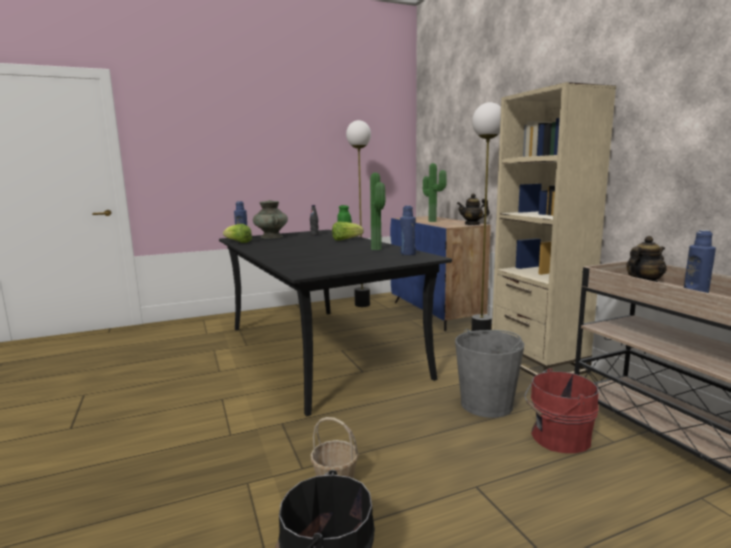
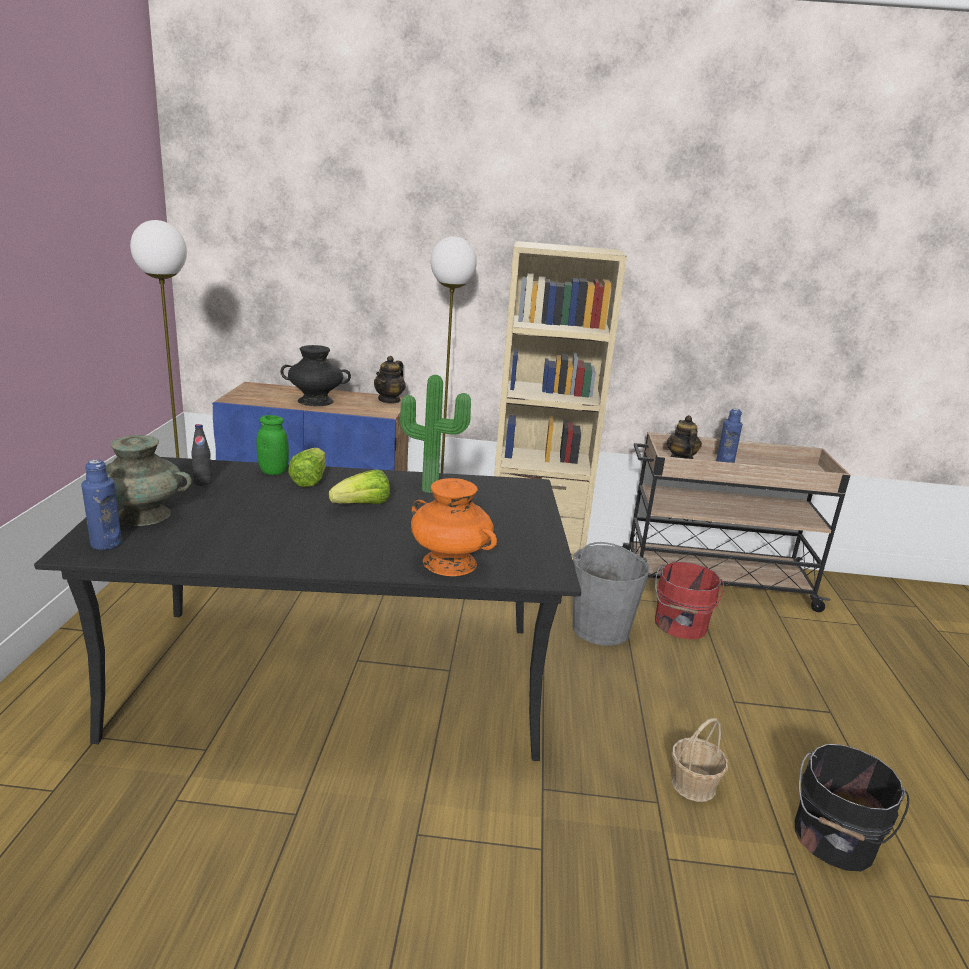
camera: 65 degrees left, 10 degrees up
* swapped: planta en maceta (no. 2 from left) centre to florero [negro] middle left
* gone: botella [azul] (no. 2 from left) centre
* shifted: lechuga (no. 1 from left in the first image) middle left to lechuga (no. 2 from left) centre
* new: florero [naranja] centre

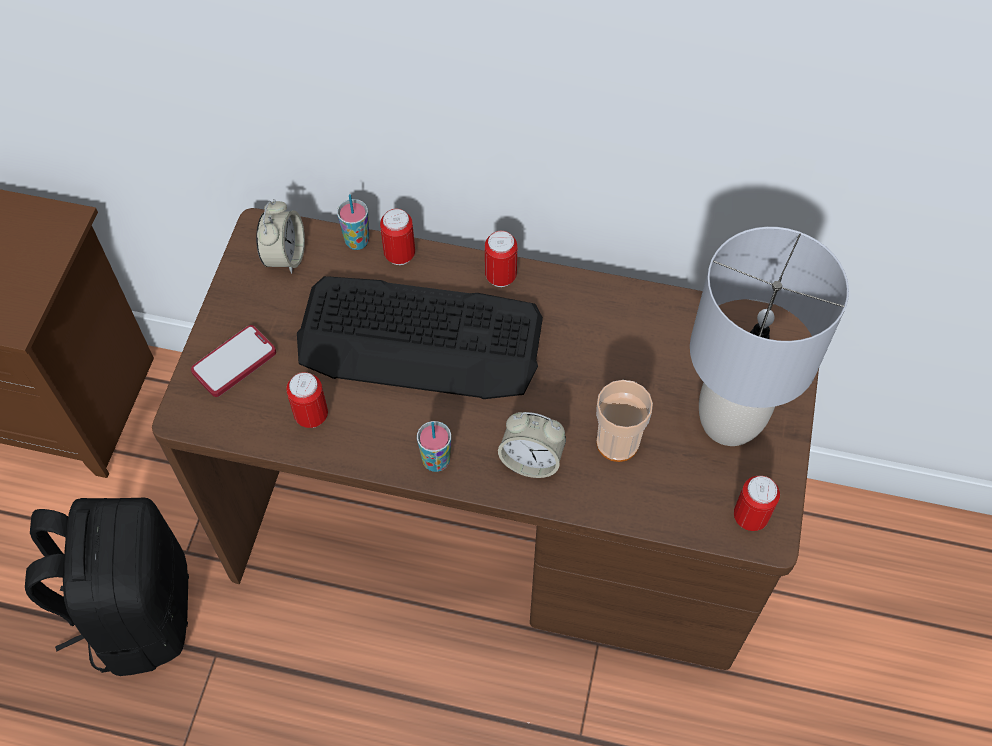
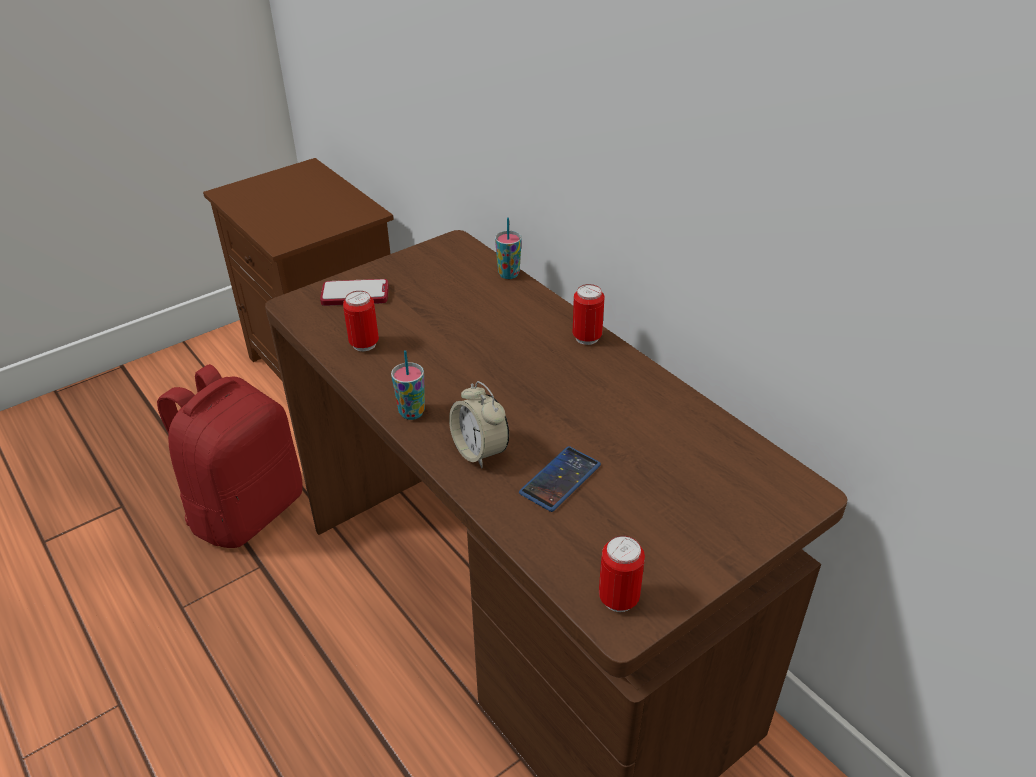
camera: 40 degrees right, 20 degrees down
* gone: despertador (no. 1 from left) top left
* gone: lata (no. 2 from left) top centre
* gone: lámpara de mesa [gris] middle right
* gone: teclado centre
* swapped: taza (no. 3 from left) centre to móvil (no. 2 from left) centre
* repainted: mochila [negro] bottom left to mochila [rojo] middle left

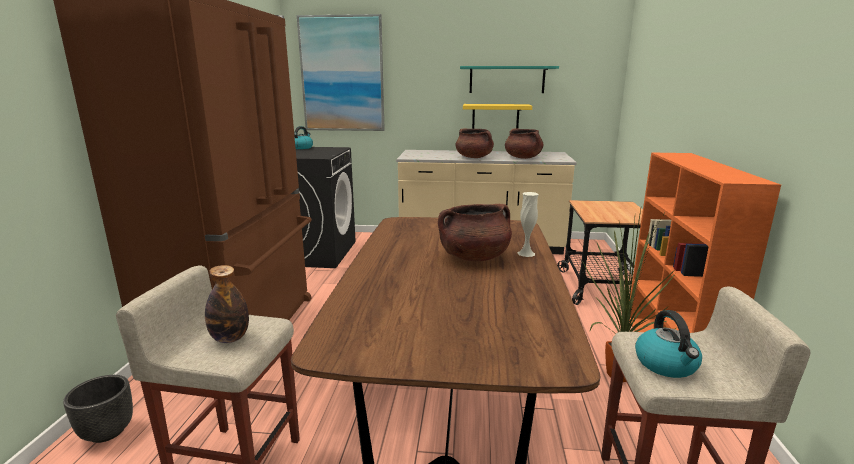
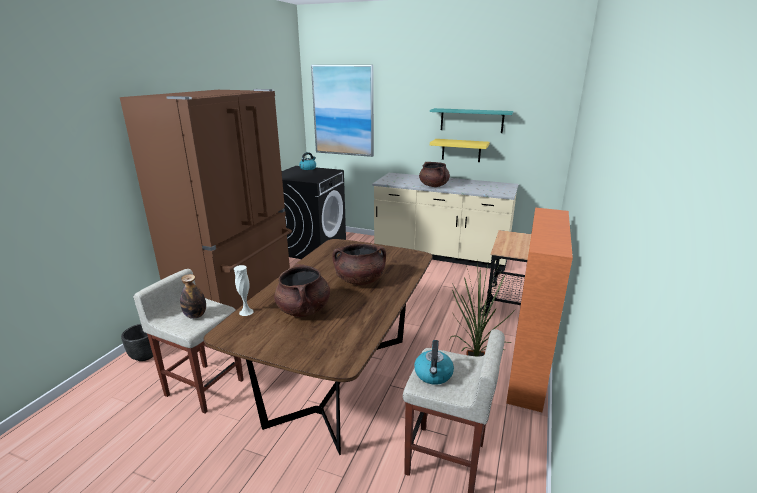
camera: 15 degrees right, 5 degrees up
* shifted: olla [marrón] (no. 3 from left in the first image) top centre to olla [marrón] (no. 1 from left) centre
* shifted: florero [blanco] centre to middle left

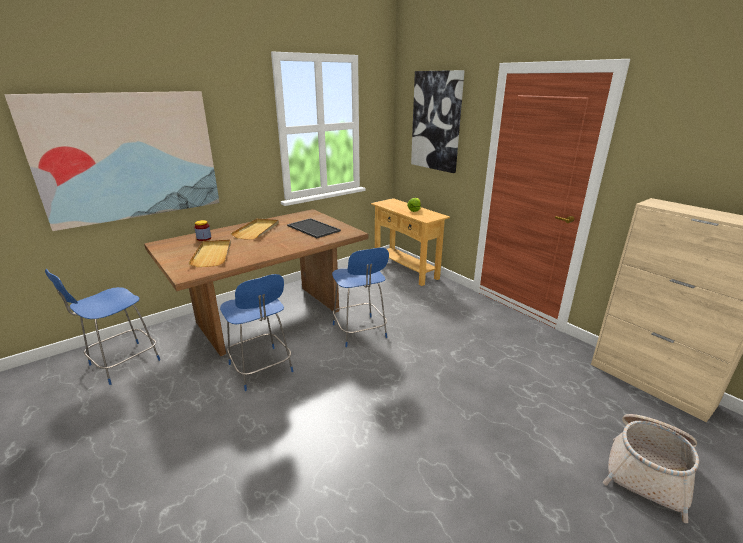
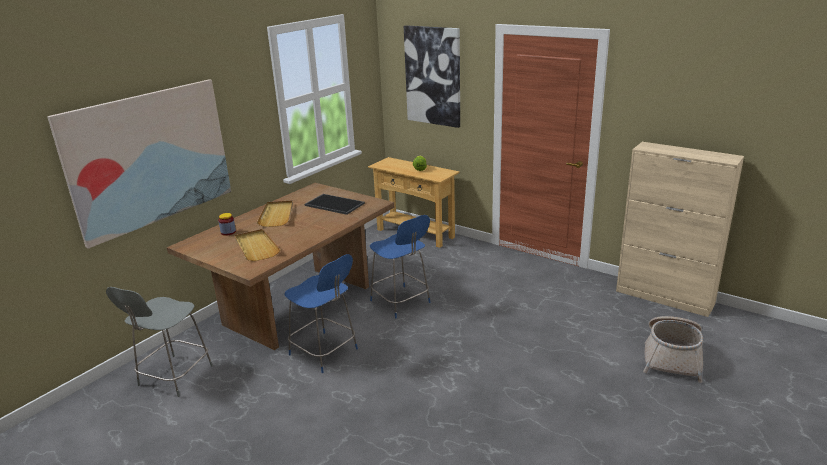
camera: 15 degrees left, 0 degrees up
* repainted: silla [azul] (no. 1 from left) middle left to silla [gris] bottom left

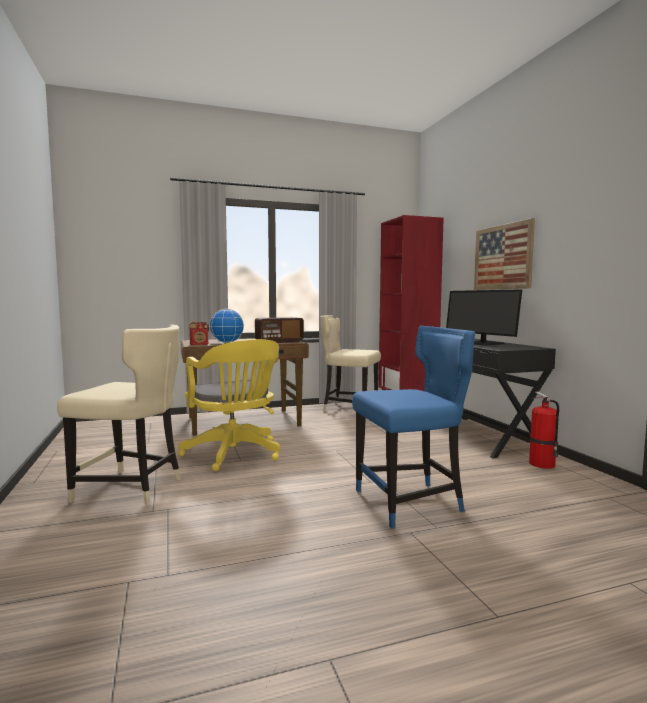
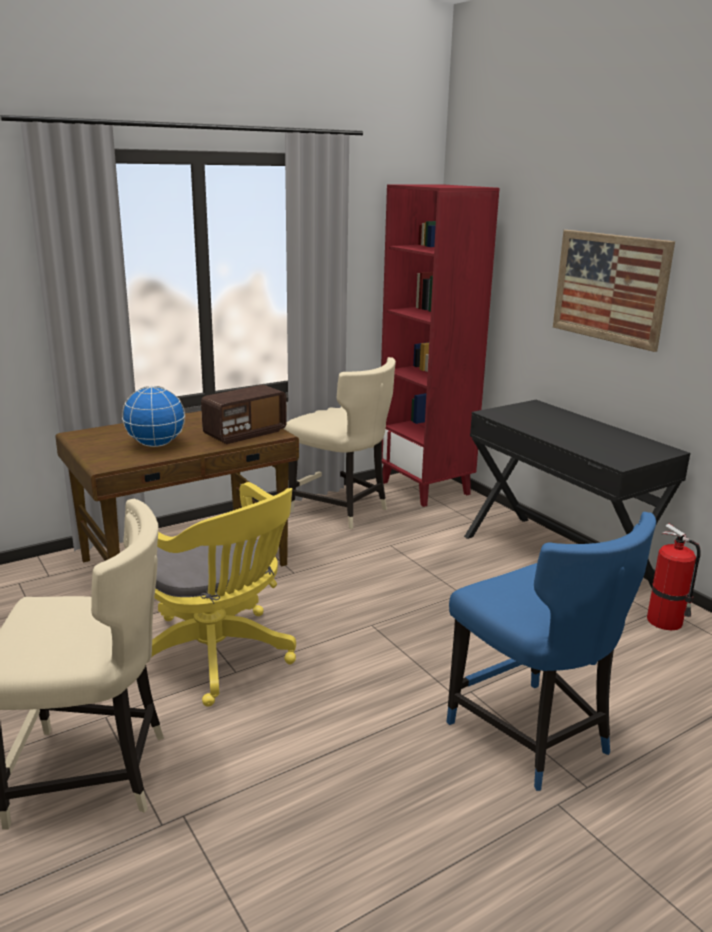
camera: 15 degrees left, 15 degrees up
* gone: monitor middle right
* rotated: silla [beis] (no. 2 from left) centre = centre 150 degrees counterclockwise
* gone: radio (no. 1 from left) middle left
* rotated: silla [azul] centre = bottom right 90 degrees clockwise

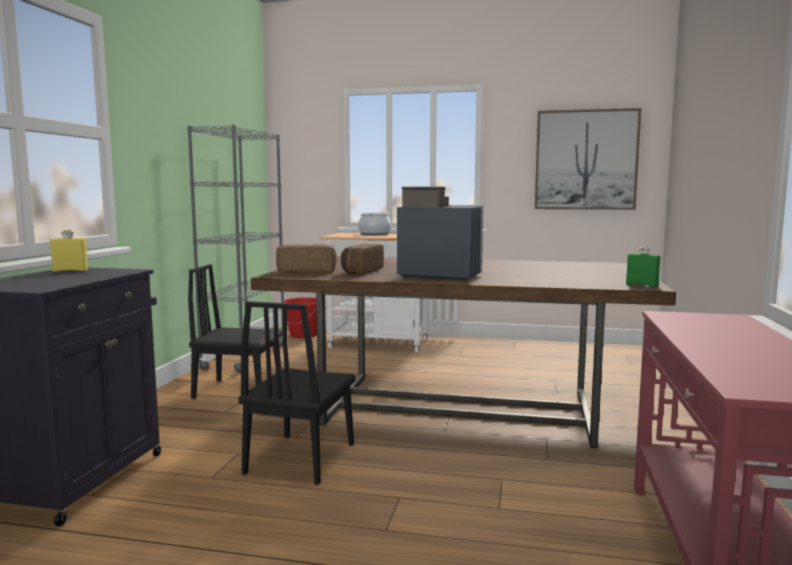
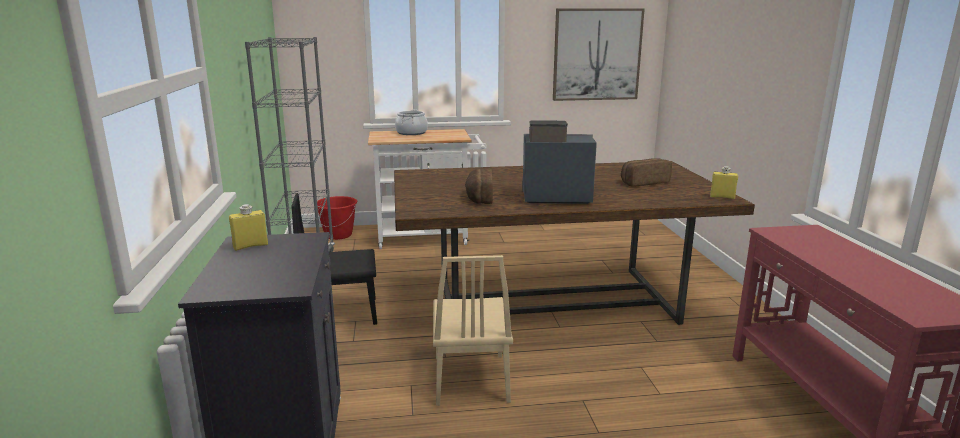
camera: 20 degrees left, 10 degrees up
* shifted: pan (no. 1 from left in the first image) centre to pan (no. 2 from left) middle right
* repainted: botella [verde] middle right to botella [amarillo] (no. 2 from left) middle right
* repainted: silla [negro] (no. 2 from left) bottom centre to silla [beis] bottom centre

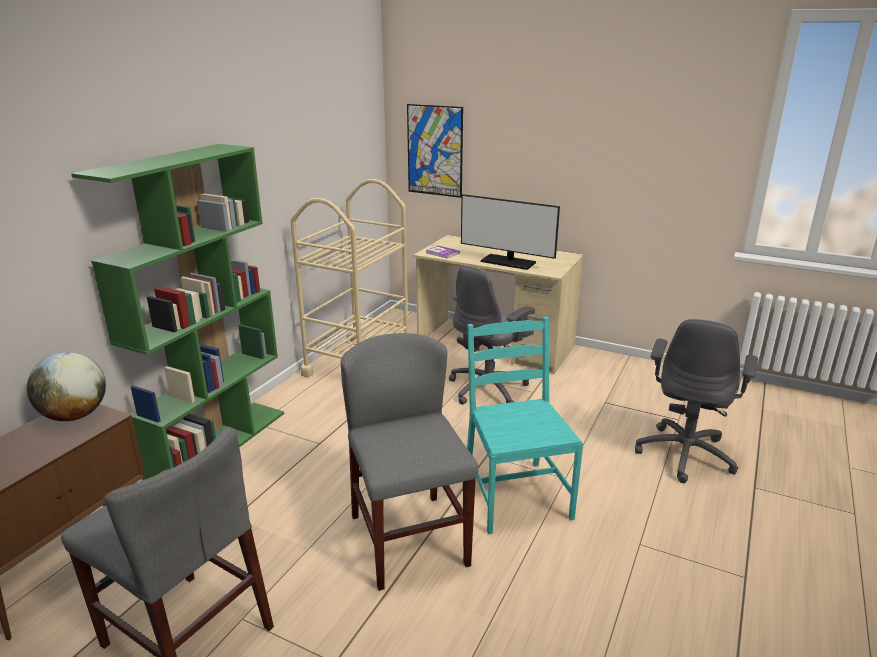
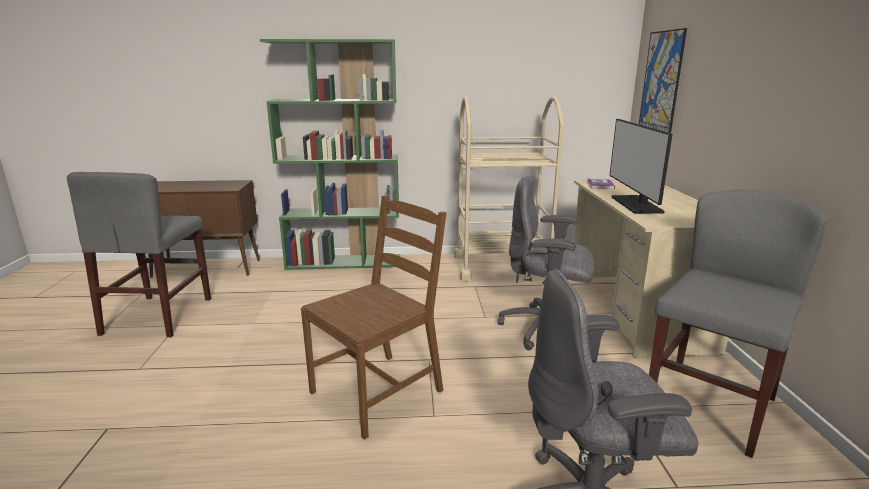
camera: 60 degrees right, 5 degrees down
* repainted: silla [turquesa] centre to silla [marrón] centre
* shifted: silla [gris] (no. 2 from left) bottom centre to middle right
* gone: globo terráqueo middle left

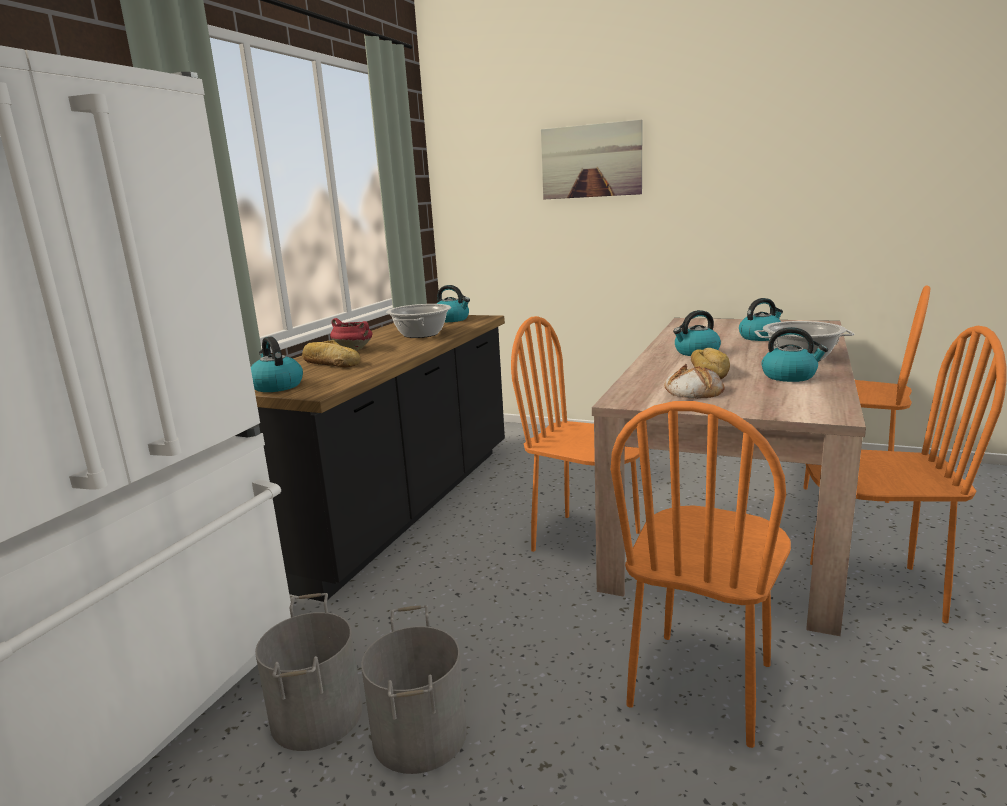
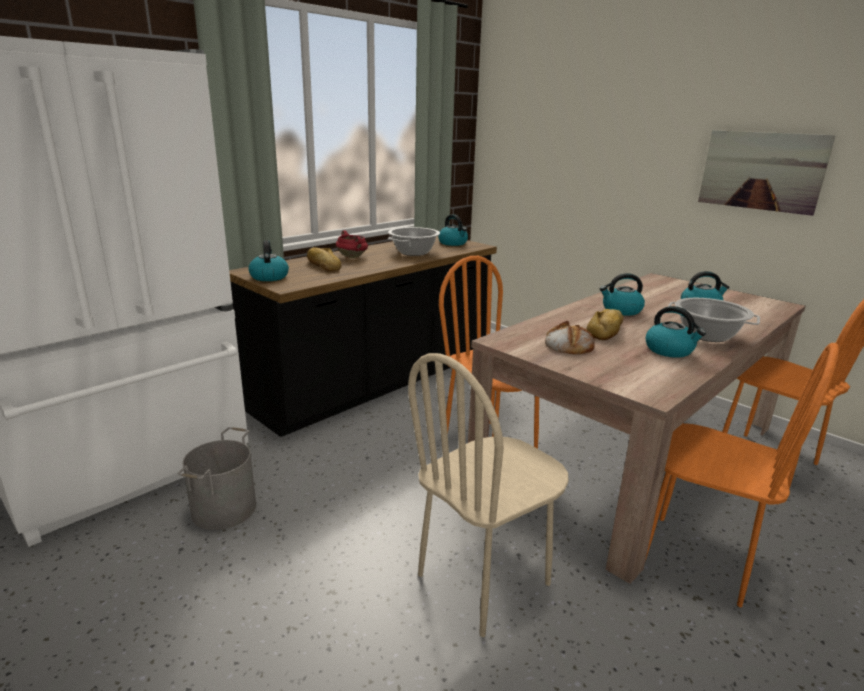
camera: 20 degrees right, 5 degrees up
* shifted: cuadro top centre to top right
* repainted: silla [naranja] (no. 2 from left) bottom right to silla [beis] bottom centre
* gone: cubo [gris] (no. 2 from left) bottom centre

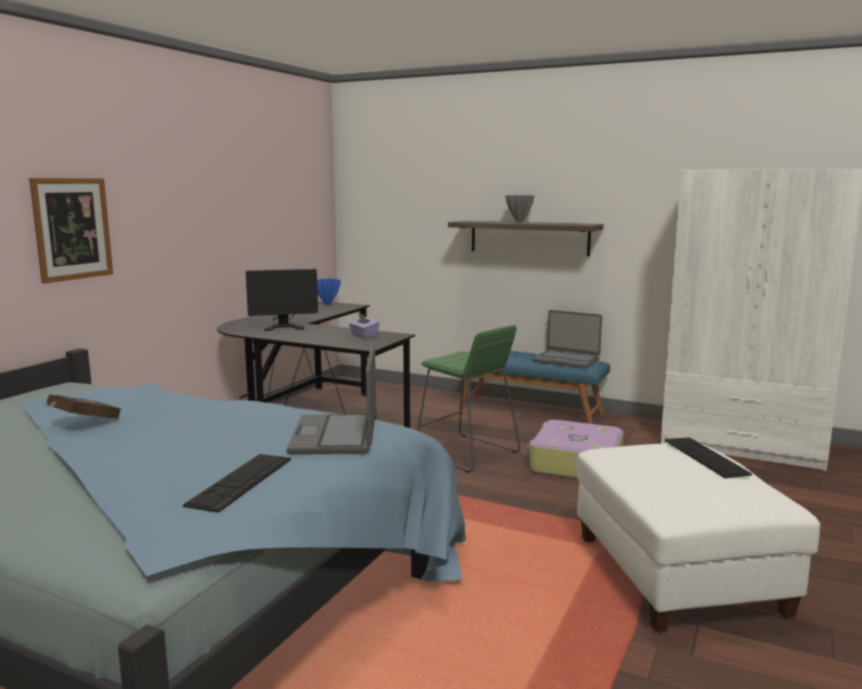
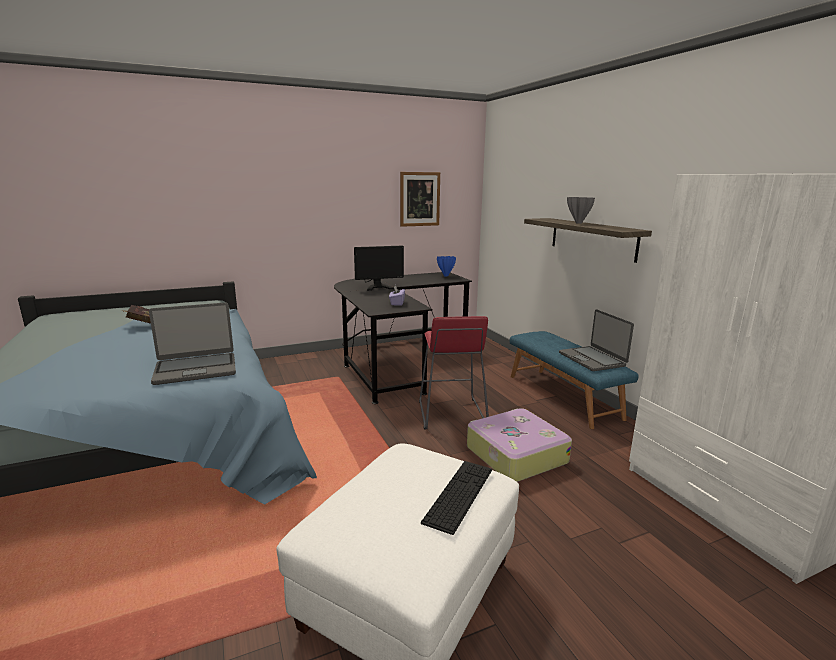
camera: 40 degrees right, 5 degrees up
* shifted: cuadro middle left to top centre
* rotated: monitor middle left = centre 45 degrees counterclockwise
* repainted: taburete [verde] centre to taburete [rojo] centre
* rotated: portátil (no. 1 from left) centre = middle left 150 degrees counterclockwise
* gone: teclado (no. 1 from left) bottom left

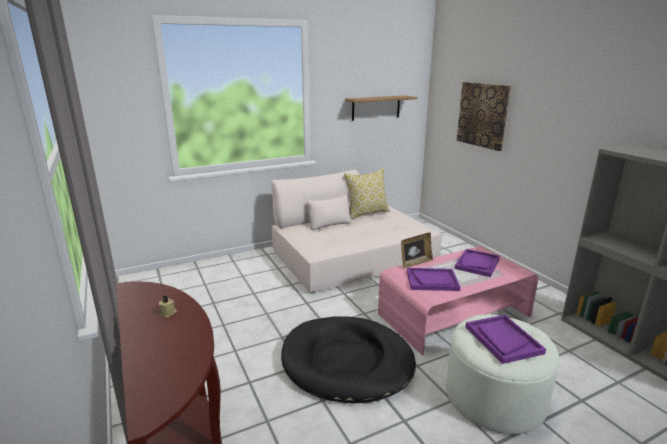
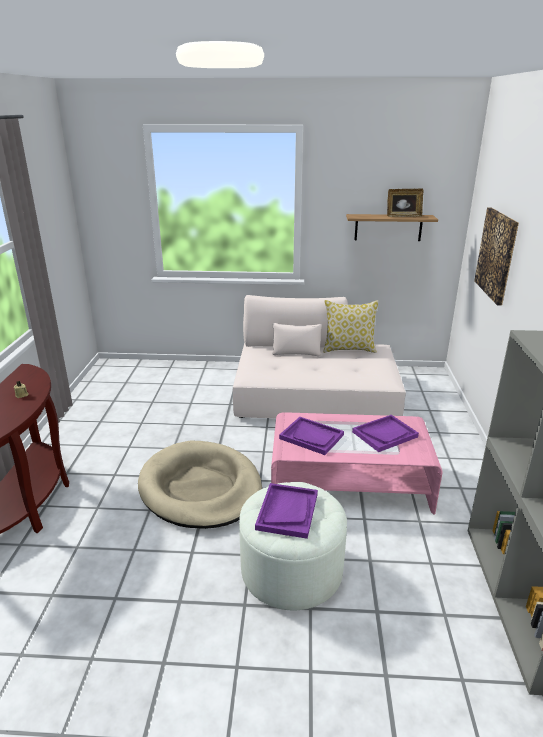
camera: 30 degrees right, 5 degrees up
* shifted: portarretratos centre to top right
* repainted: cama para perro [negro] bottom centre to cama para perro [beis] centre

